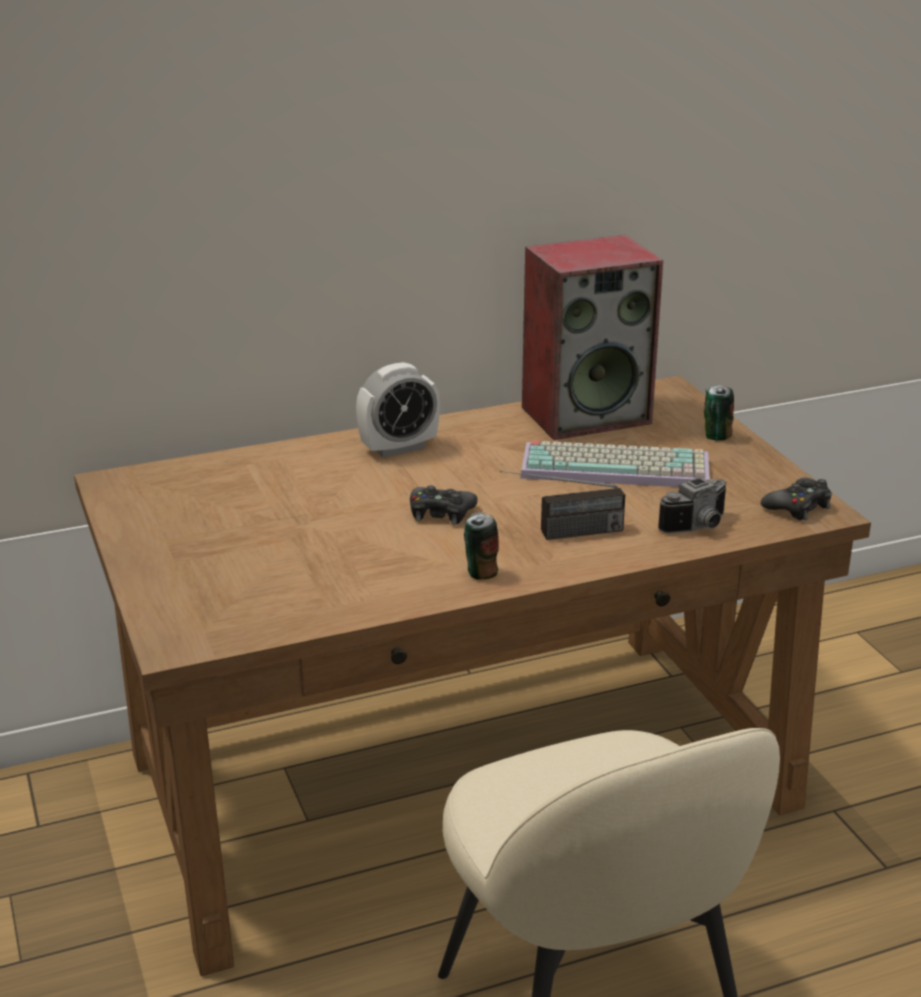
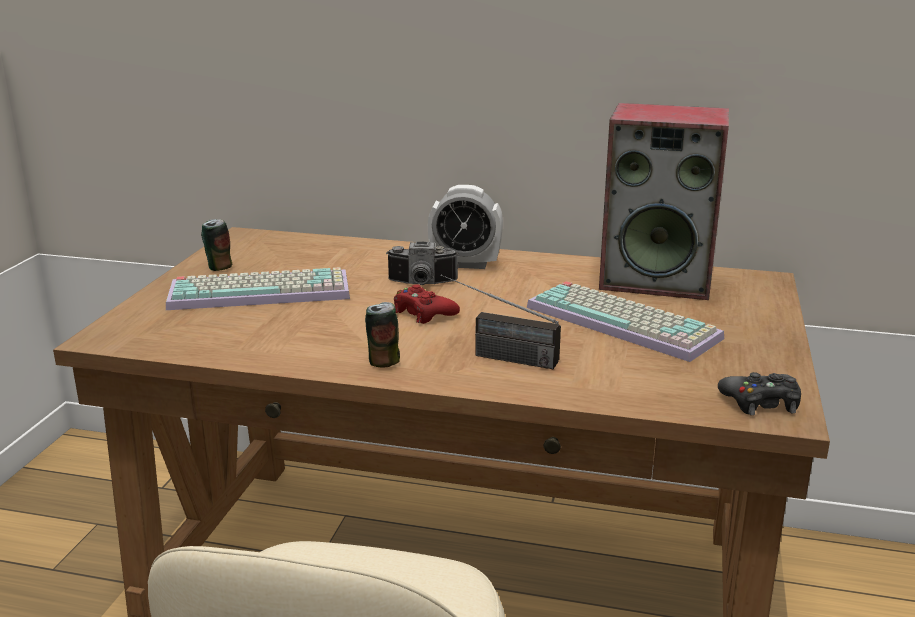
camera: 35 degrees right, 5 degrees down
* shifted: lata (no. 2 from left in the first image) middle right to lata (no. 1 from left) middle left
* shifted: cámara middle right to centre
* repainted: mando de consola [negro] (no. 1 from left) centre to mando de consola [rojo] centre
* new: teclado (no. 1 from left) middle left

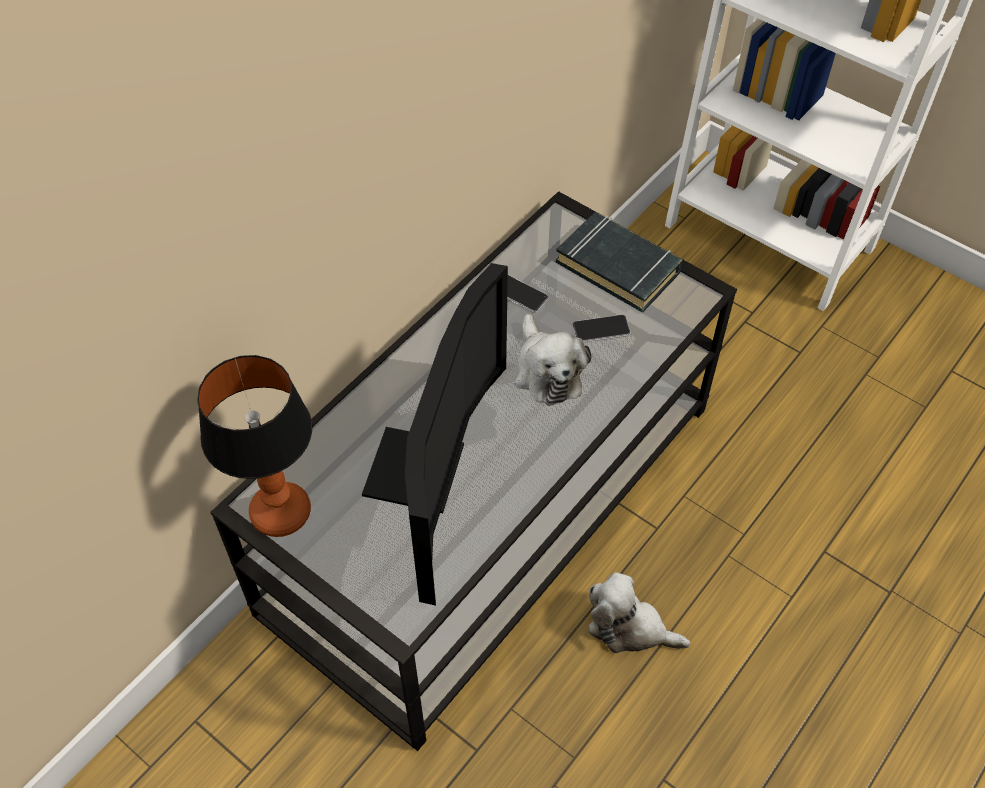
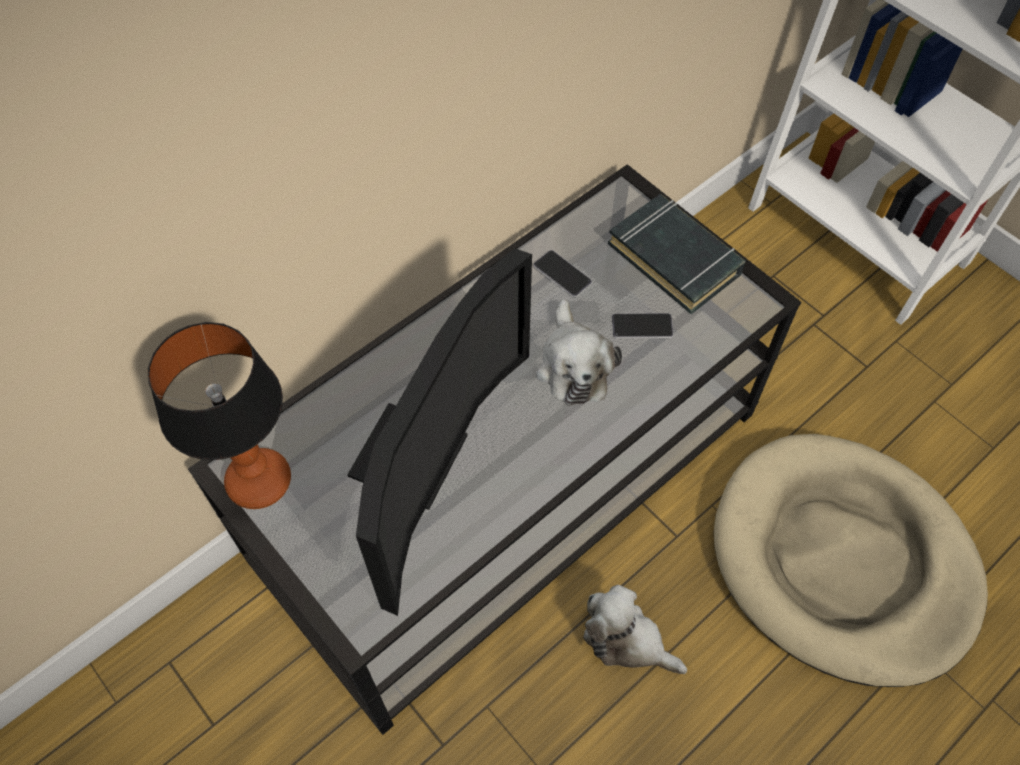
camera: 10 degrees right, 5 degrees up
* new: cama para perro [beis] bottom right

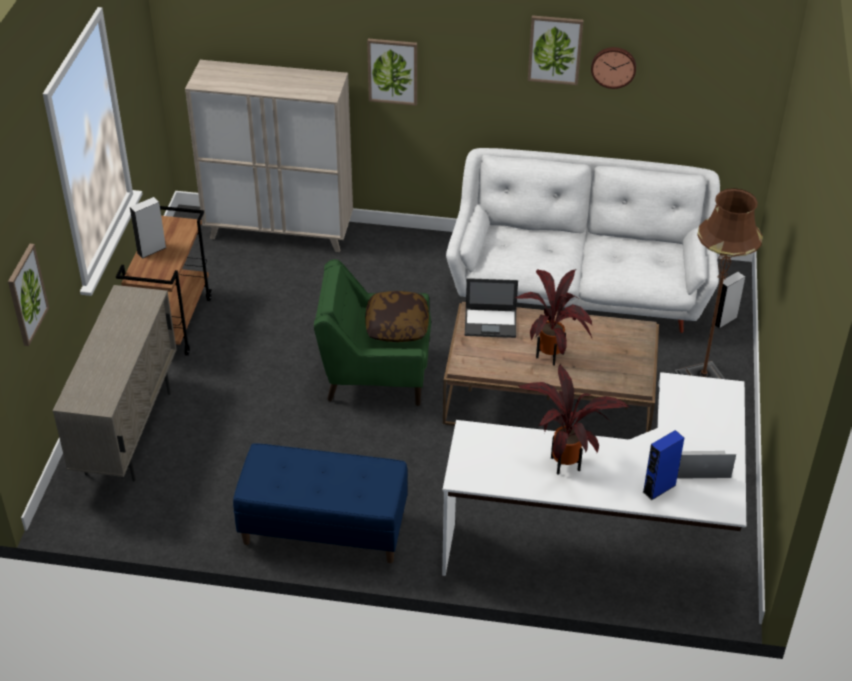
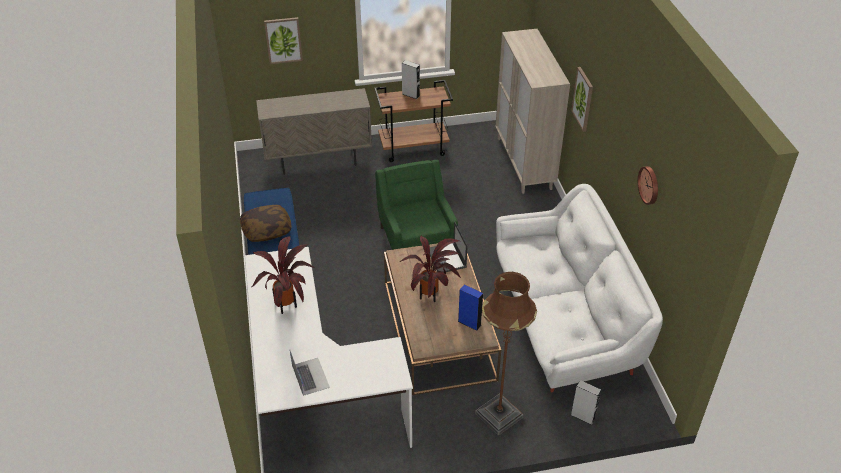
camera: 70 degrees right, 0 degrees up
* gone: cuadro (no. 3 from left) top centre
* shifted: cojín centre to middle left
* shifted: altavoz [azul] bottom right to centre

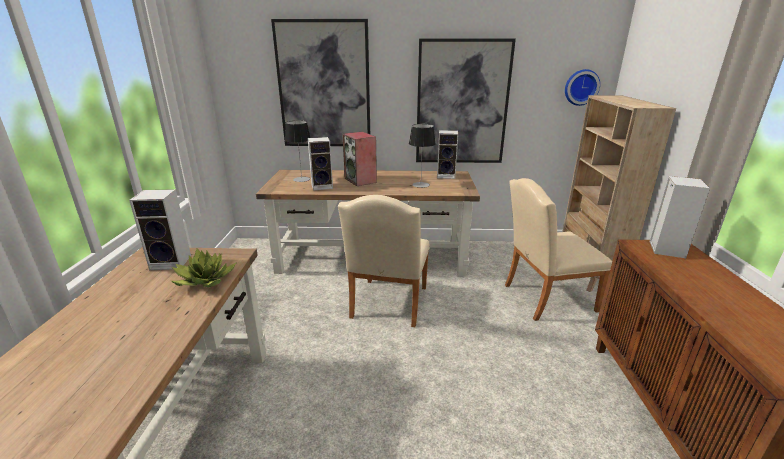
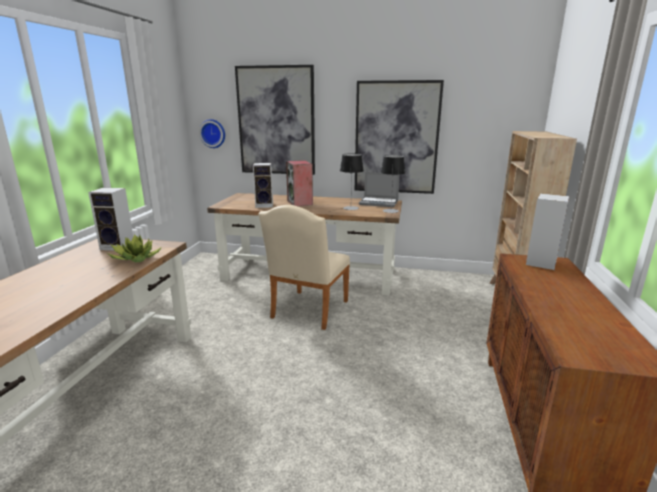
camera: 10 degrees right, 5 degrees down
* shifted: reloj de pared top right to top left
* shifted: lámpara de mesa (no. 1 from left in the first image) top centre to lámpara de mesa (no. 2 from left) centre
* swapped: altavoz (no. 4 from left) centre to portátil centre
* gone: silla [beis] (no. 2 from left) middle right

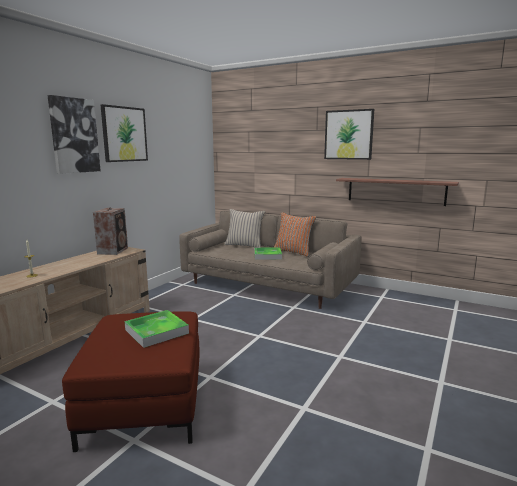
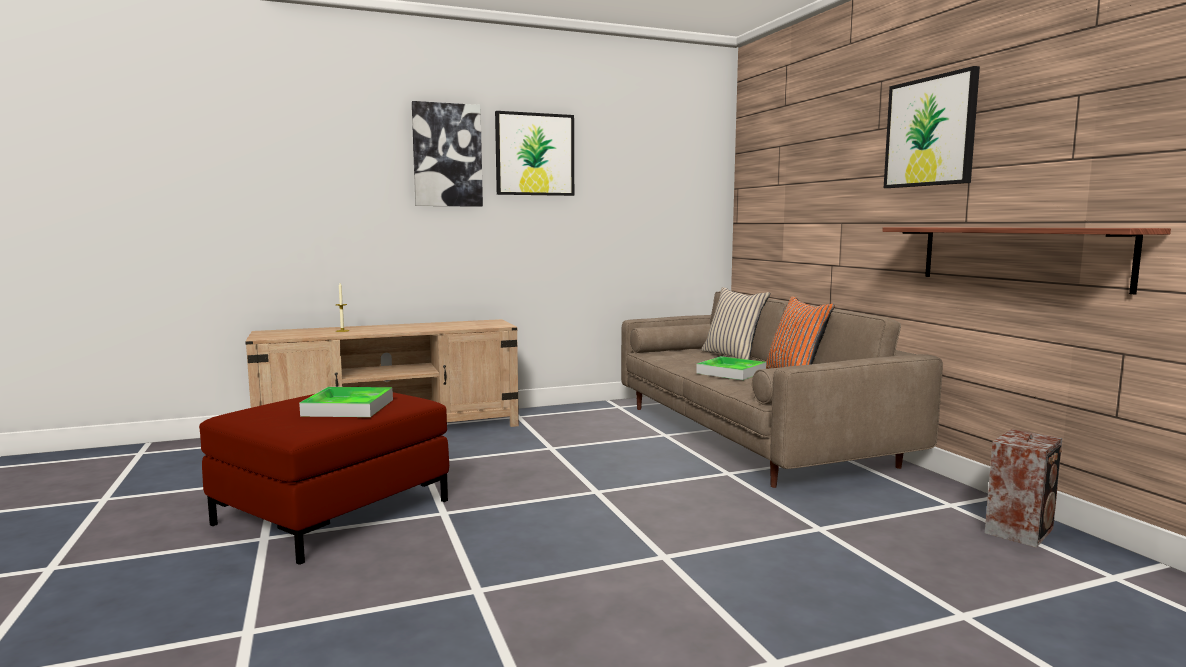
camera: 40 degrees right, 5 degrees down
* shifted: altavoz middle left to bottom right

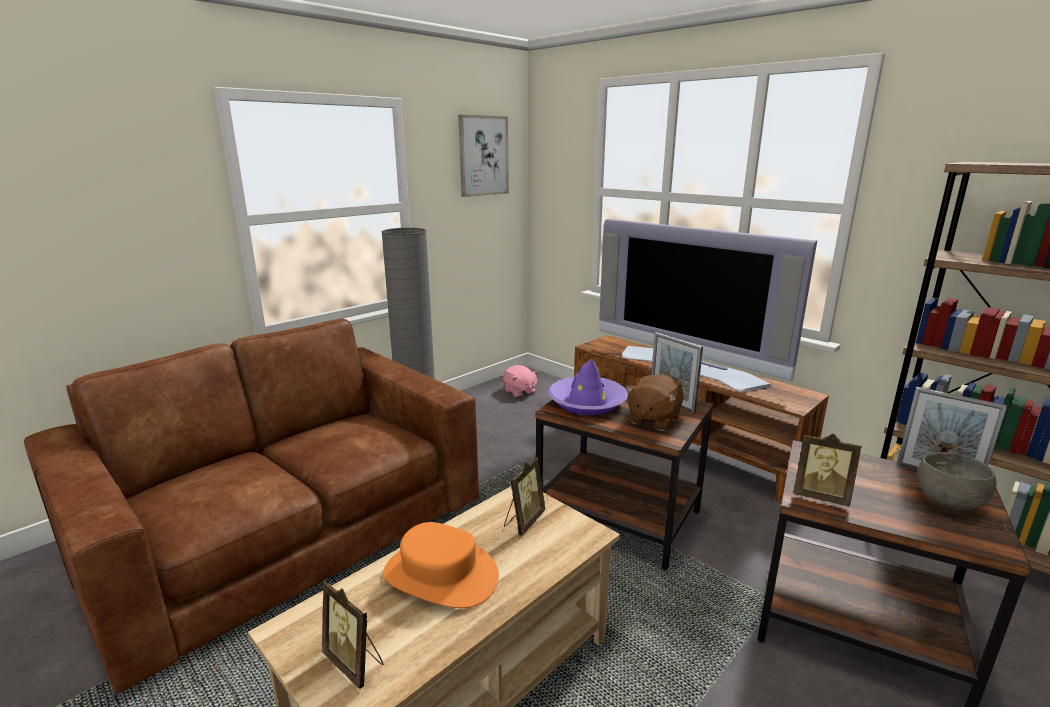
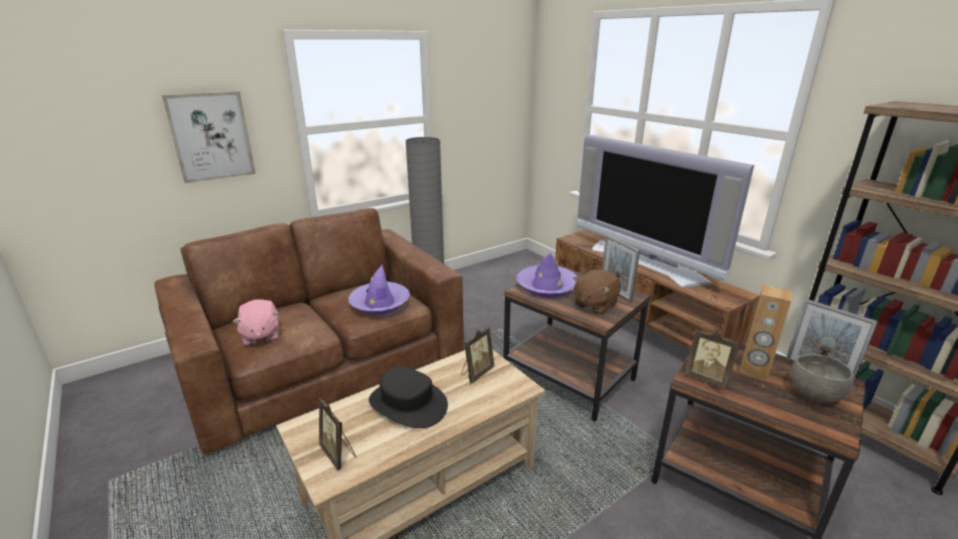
camera: 10 degrees right, 5 degrees up
* shifted: cuadro top centre to top left
* shifted: peluche [rosa] centre to middle left
* repainted: sombrero [naranja] bottom centre to sombrero [negro] bottom centre
* new: sombrero [morado] (no. 1 from left) centre
* new: altavoz [marrón] middle right

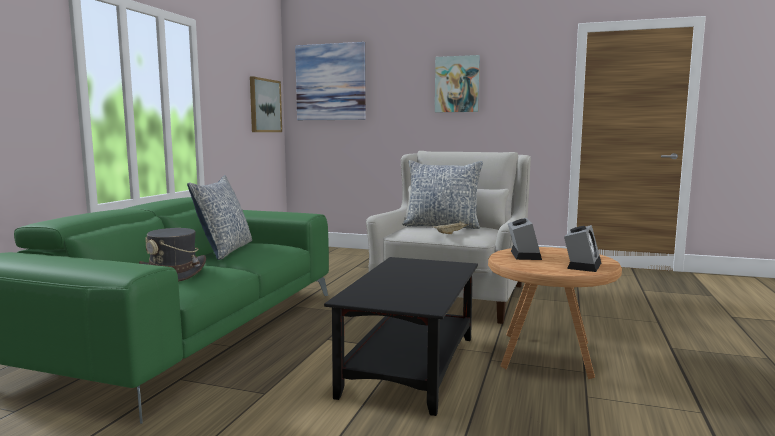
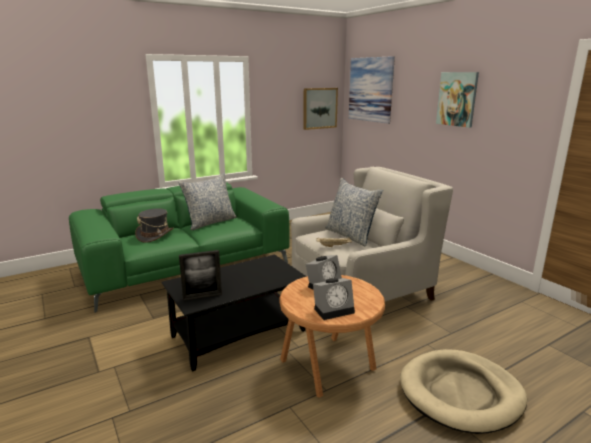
camera: 40 degrees right, 10 degrees up
* new: portarretratos centre
* new: cama para perro [beis] bottom right

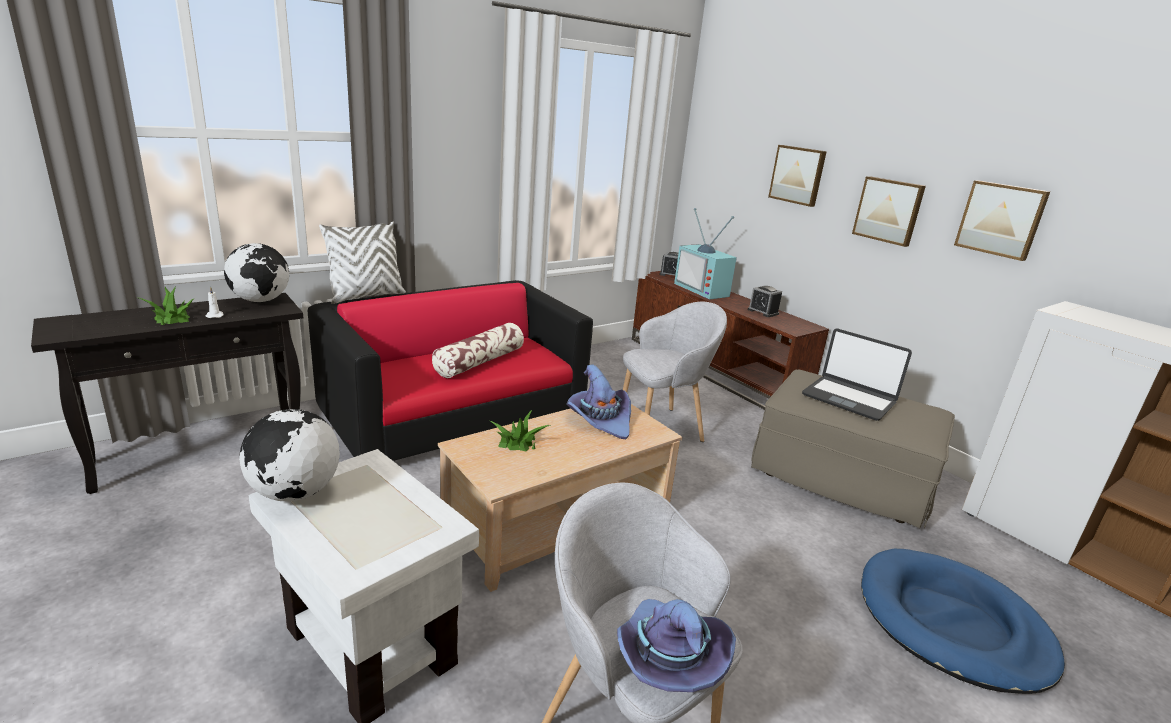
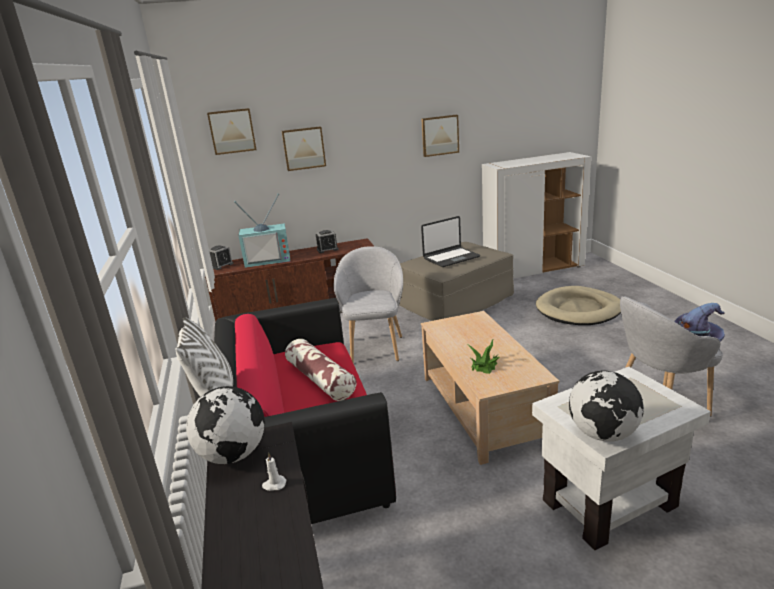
camera: 65 degrees left, 0 degrees up
* shifted: cuadro (no. 2 from left in the first image) top right to cuadro (no. 1 from left) top left
* gone: planta en maceta (no. 1 from left) middle left
* gone: sombrero [morado] (no. 1 from left) centre
* repainted: cama para perro [azul] bottom right to cama para perro [beis] middle right

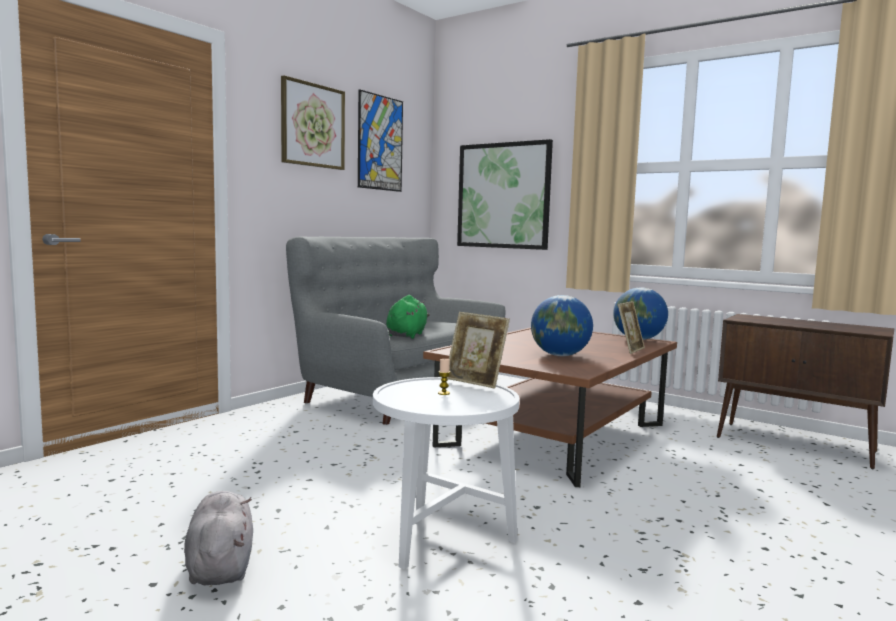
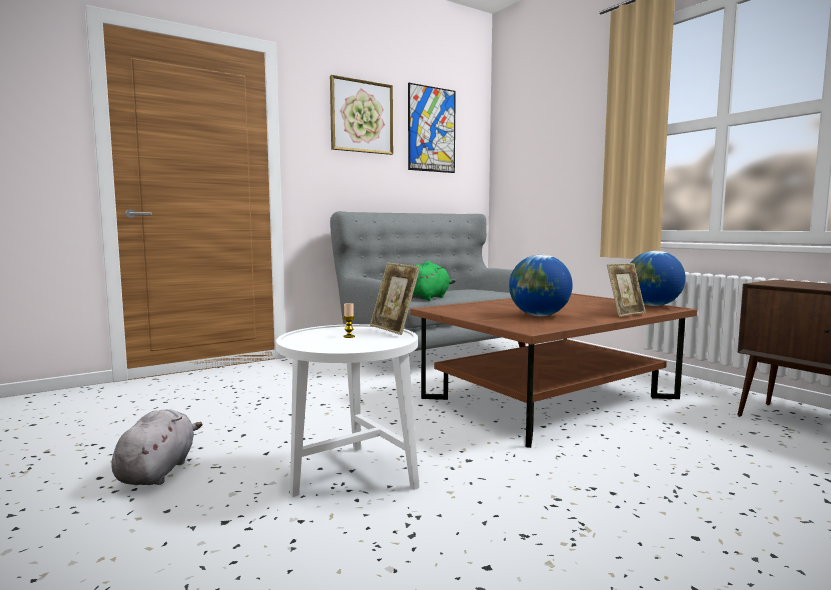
camera: 20 degrees right, 0 degrees up
* gone: cuadro (no. 3 from left) top centre

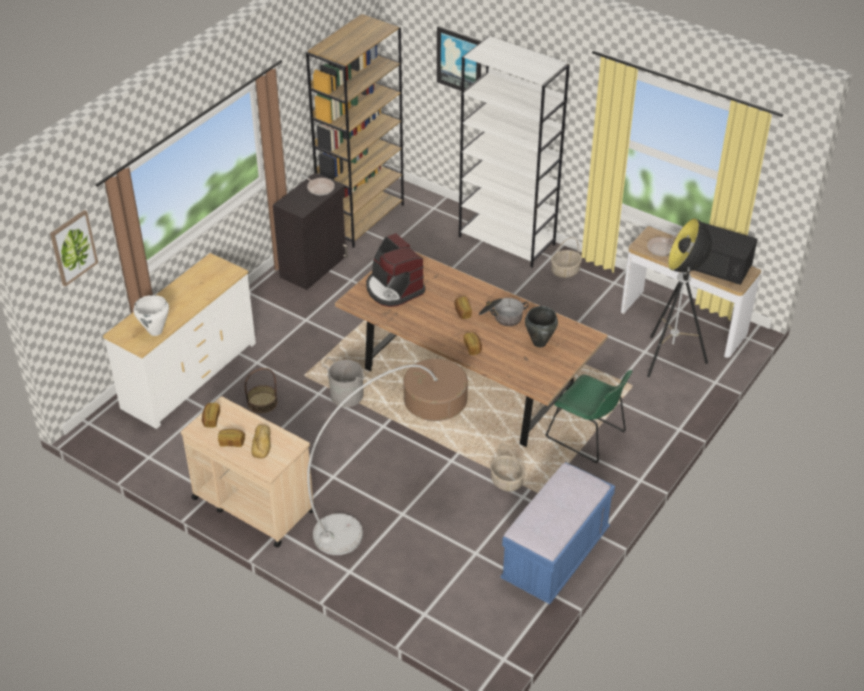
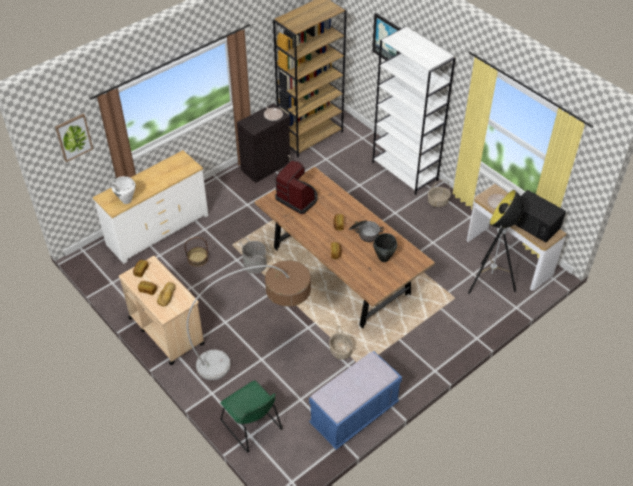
camera: 15 degrees right, 5 degrees up
* rotated: cafetera centre = centre 150 degrees clockwise
* shifted: silla [verde] middle right to bottom centre

